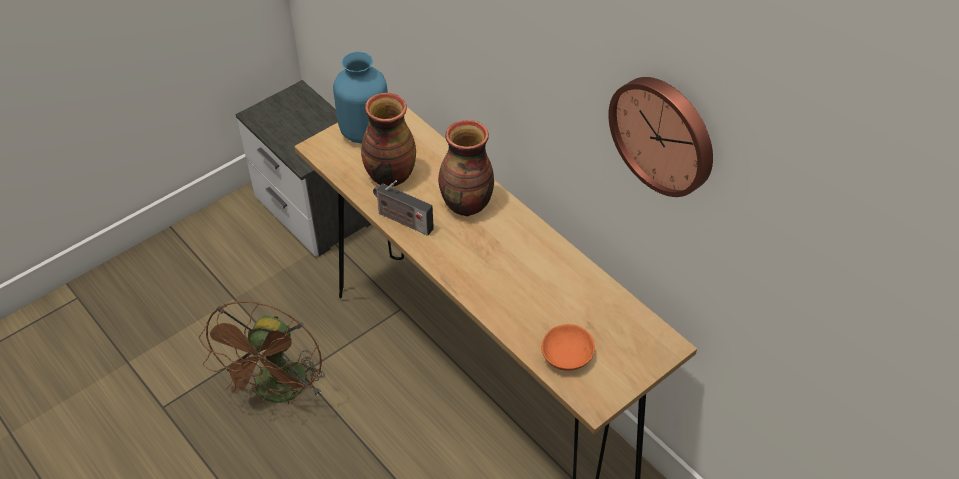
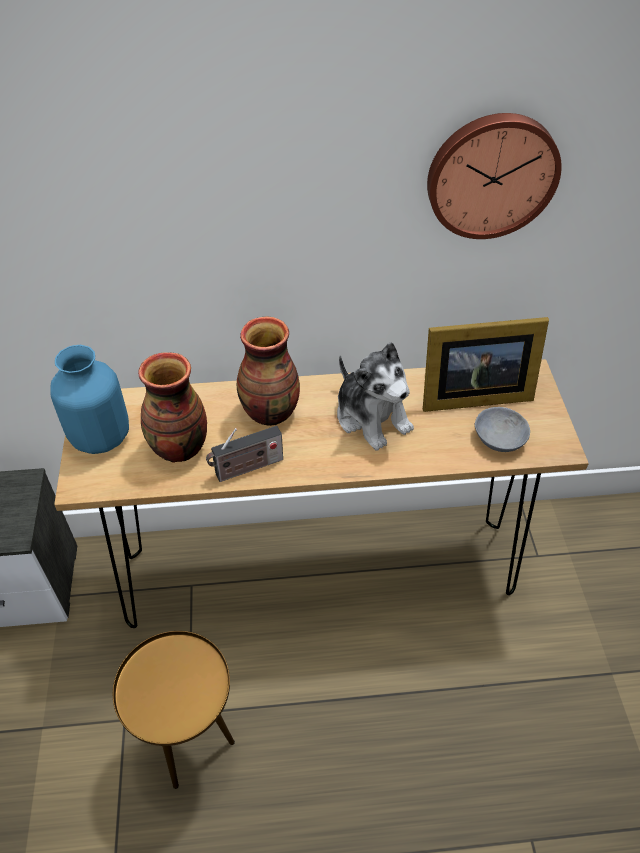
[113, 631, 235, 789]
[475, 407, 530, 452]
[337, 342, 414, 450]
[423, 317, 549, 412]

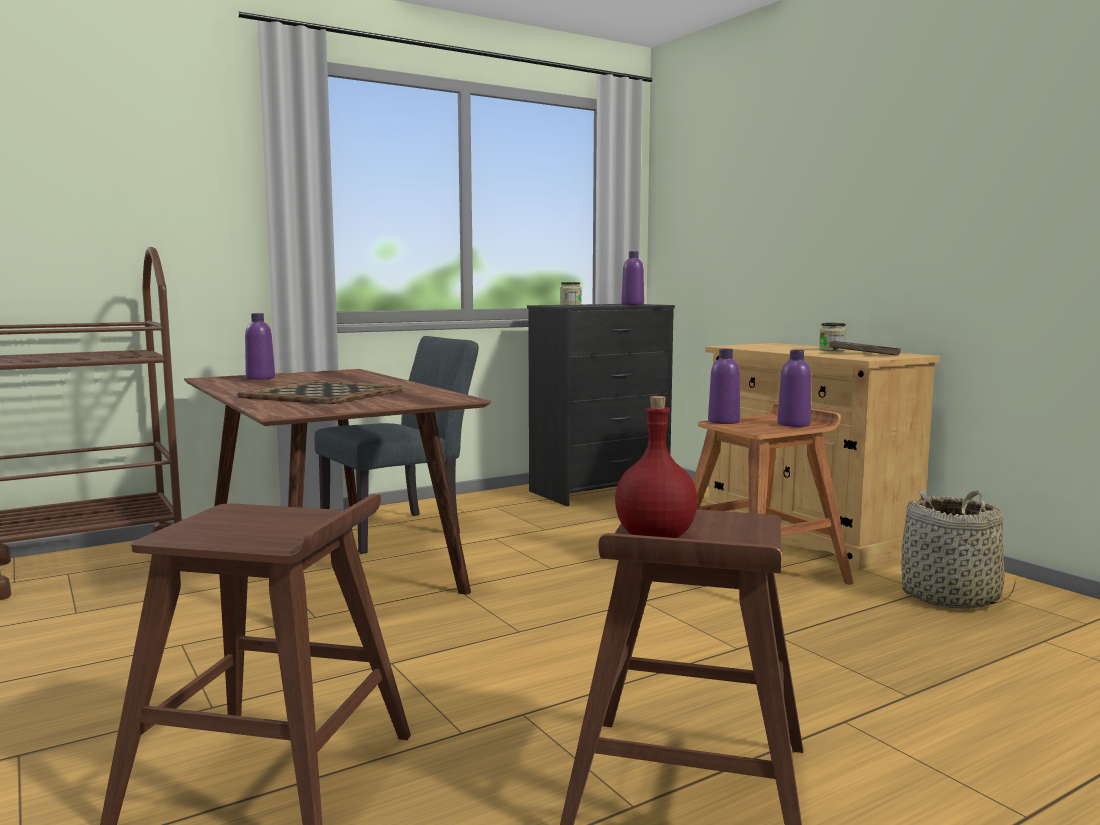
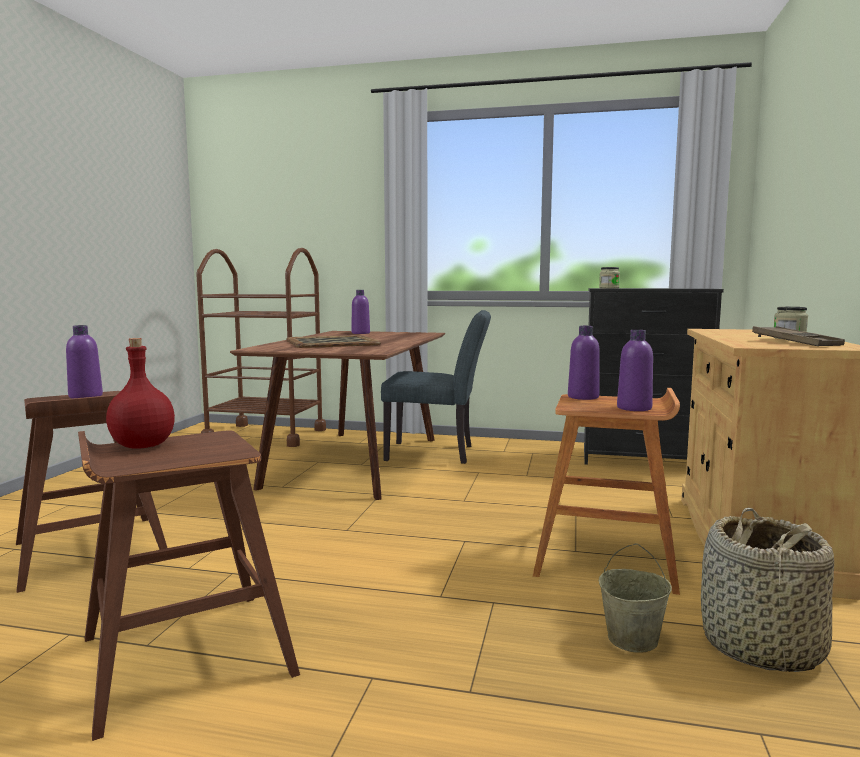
[66, 325, 103, 399]
[599, 543, 672, 652]

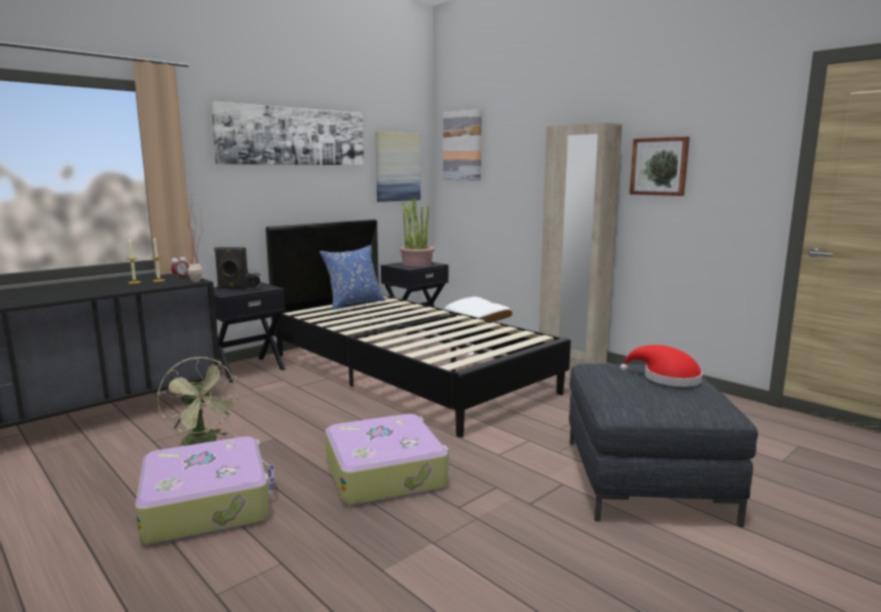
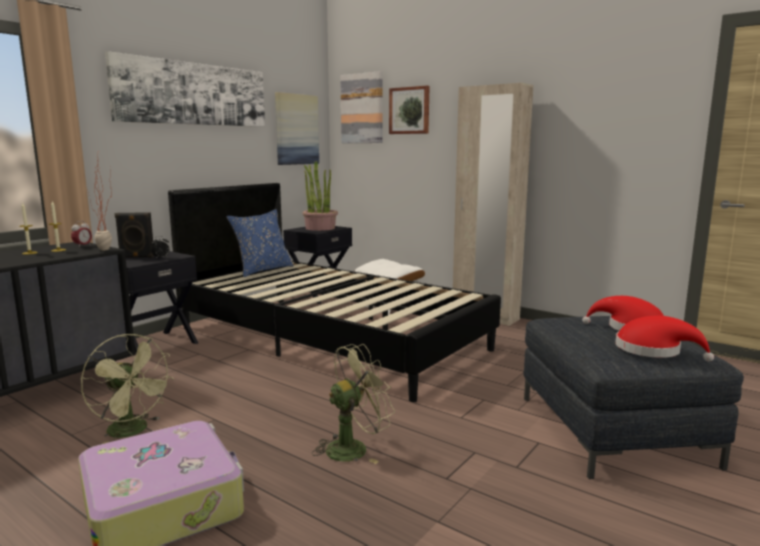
[312, 344, 395, 464]
[389, 86, 430, 134]
[615, 316, 714, 362]

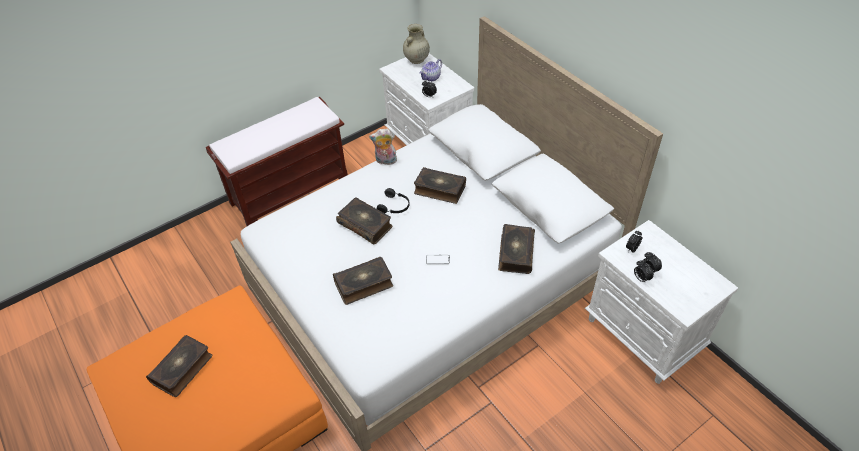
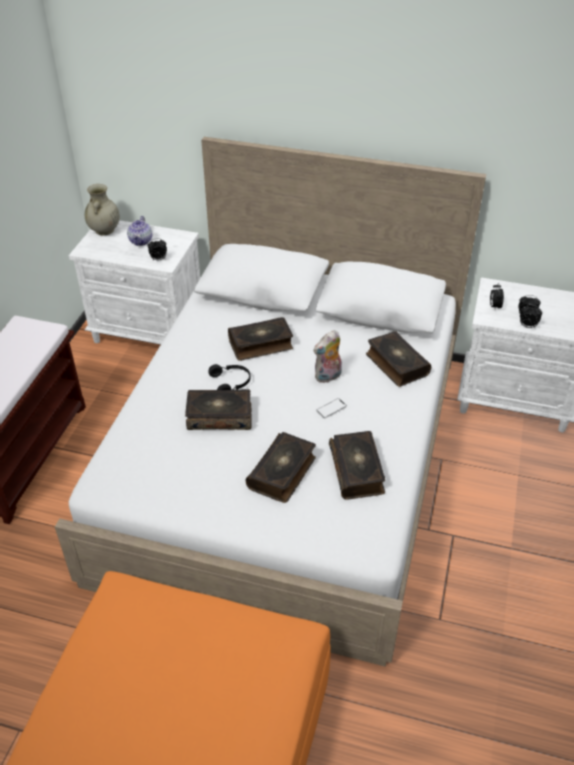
[329, 431, 385, 500]
[313, 330, 342, 383]

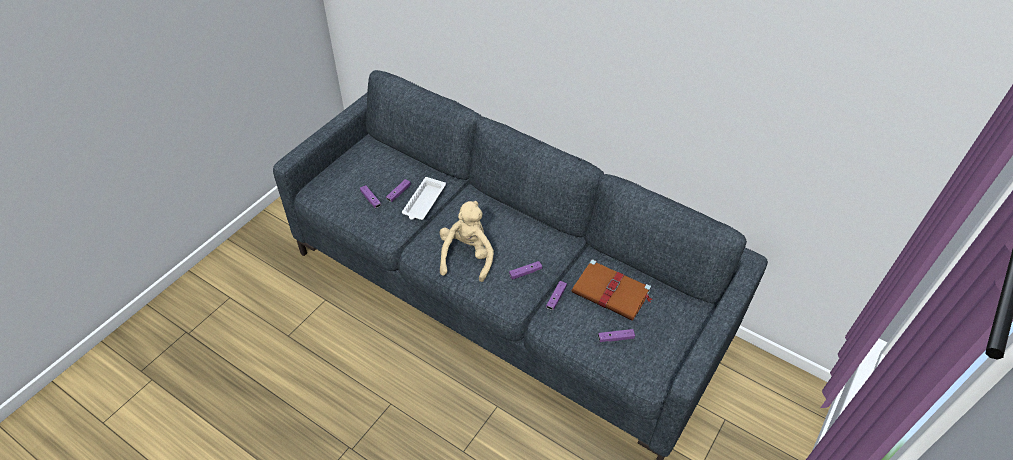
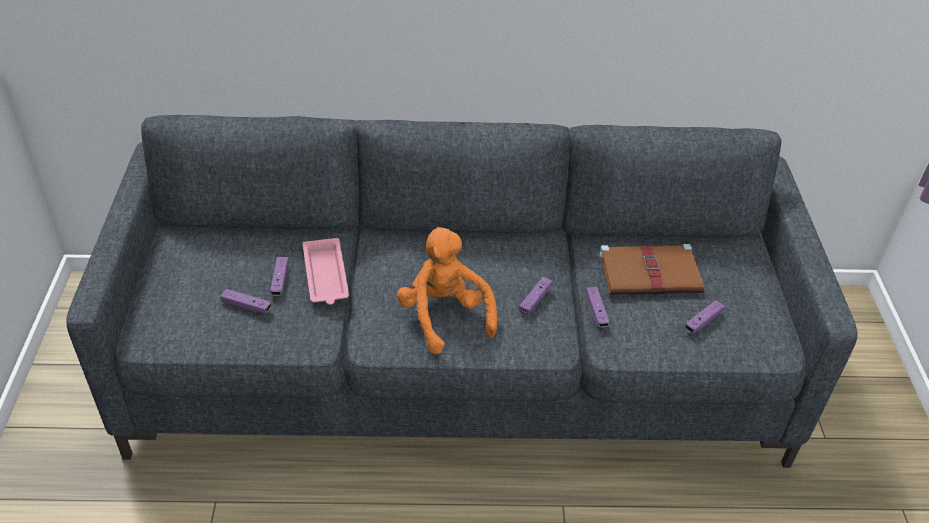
[303, 238, 349, 305]
[397, 227, 497, 354]

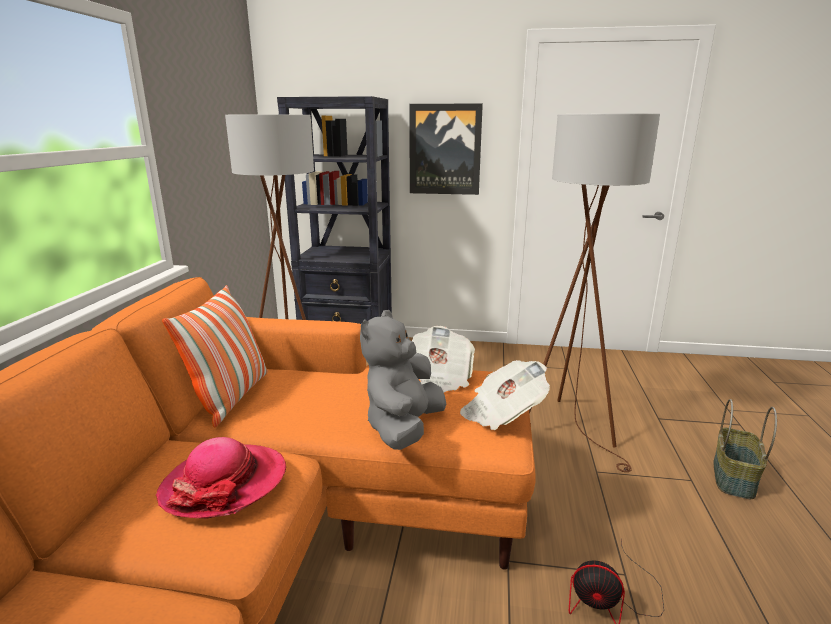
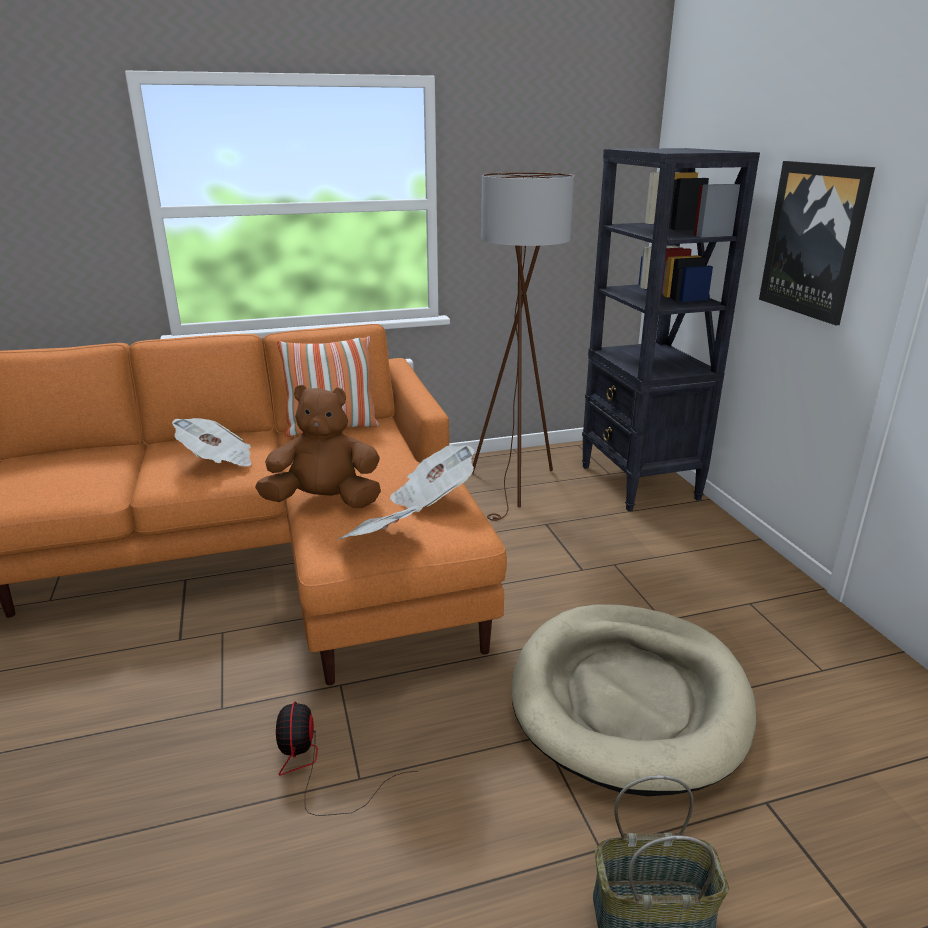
[172, 418, 251, 467]
[255, 385, 381, 508]
[511, 604, 756, 796]

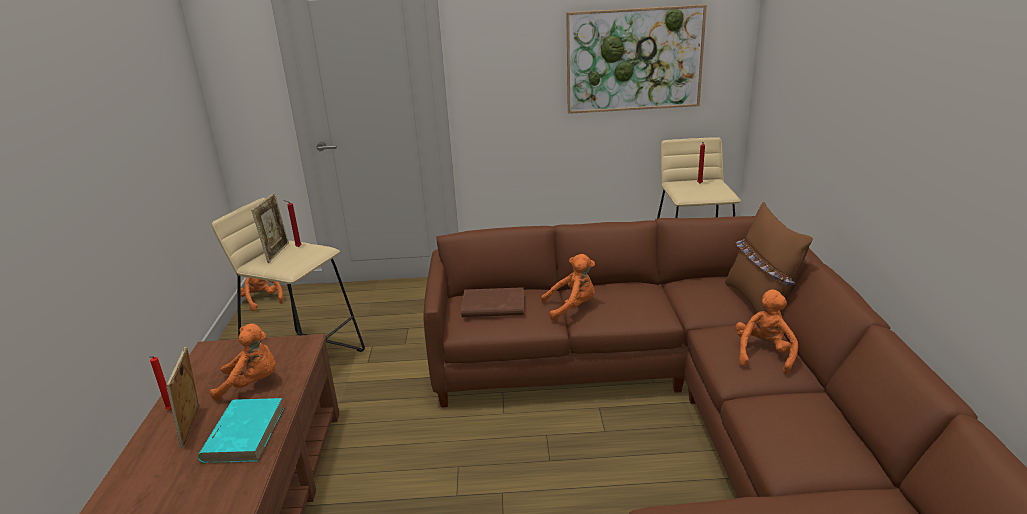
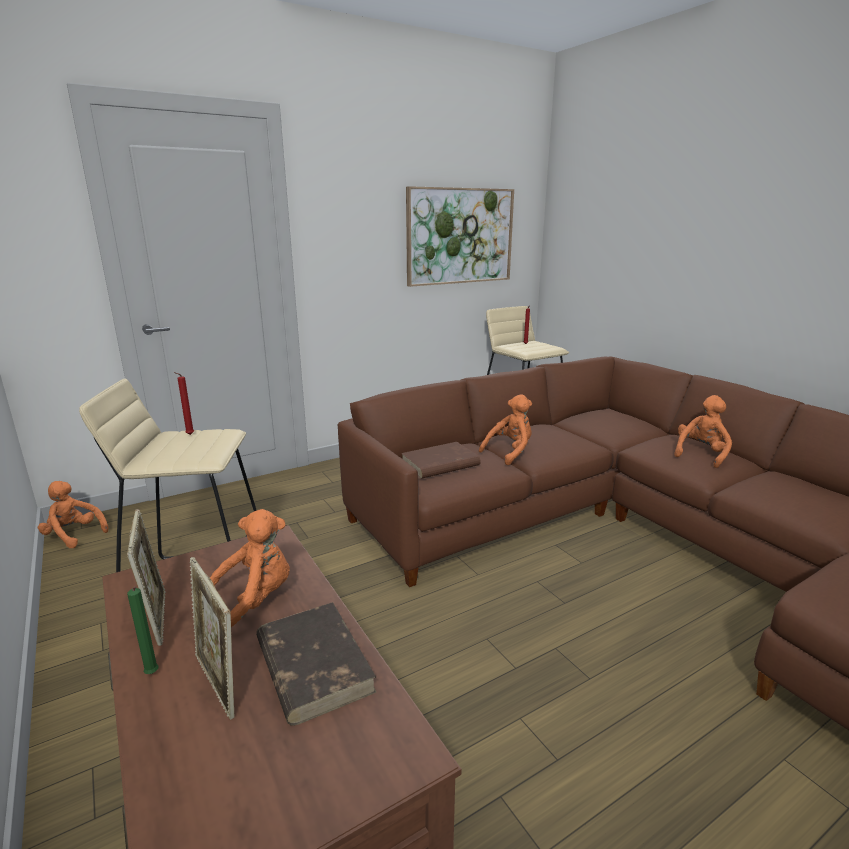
[127, 586, 159, 674]
[256, 602, 377, 726]
[127, 509, 166, 646]
[725, 202, 813, 314] (first image)
[674, 395, 732, 468]

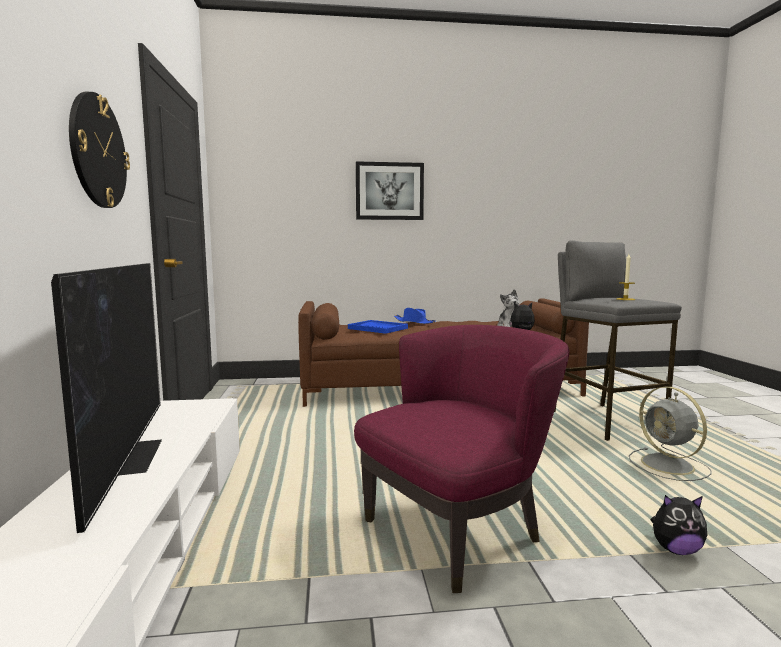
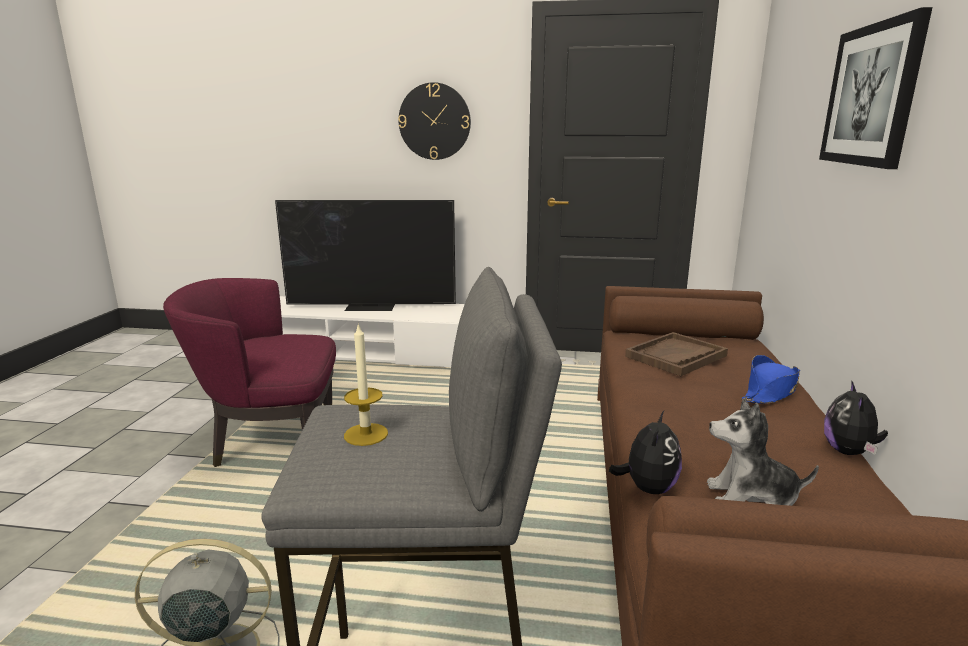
[625, 332, 728, 376]
[163, 278, 336, 467]
[824, 380, 888, 455]

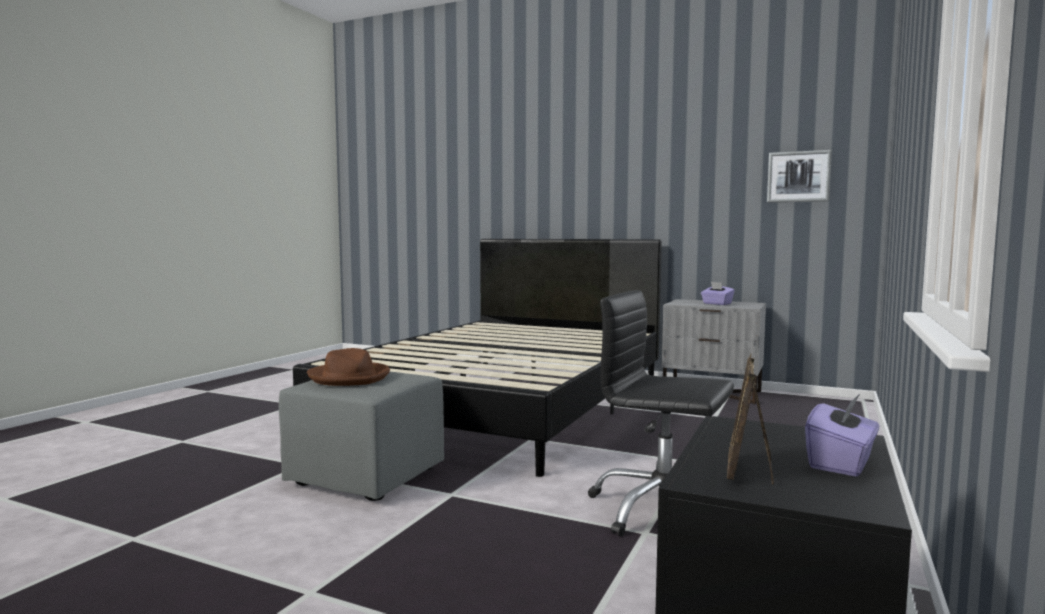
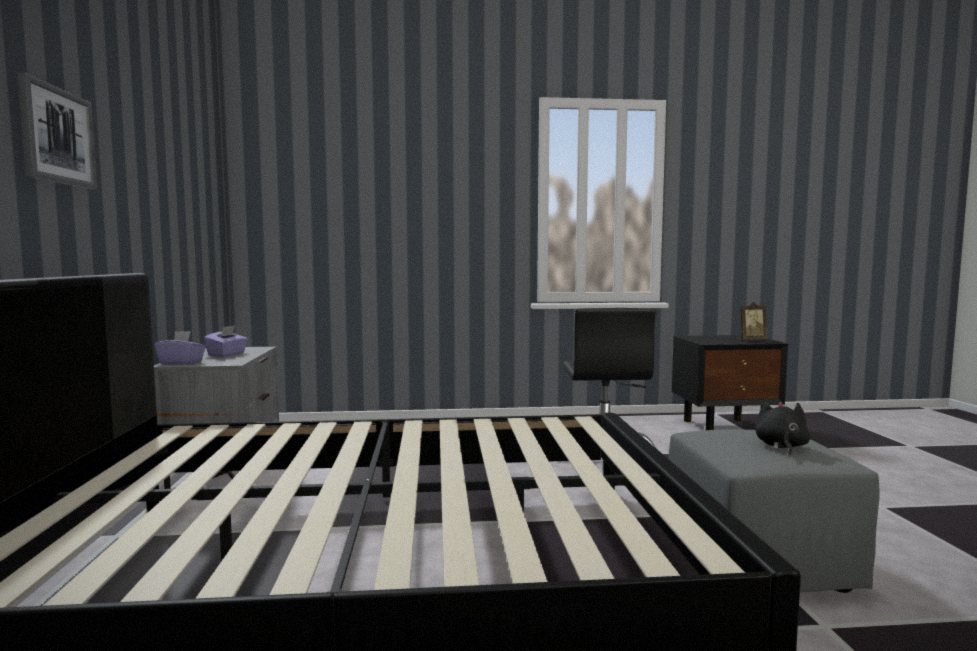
[756, 401, 810, 455]
[17, 72, 97, 189]
[154, 331, 206, 365]

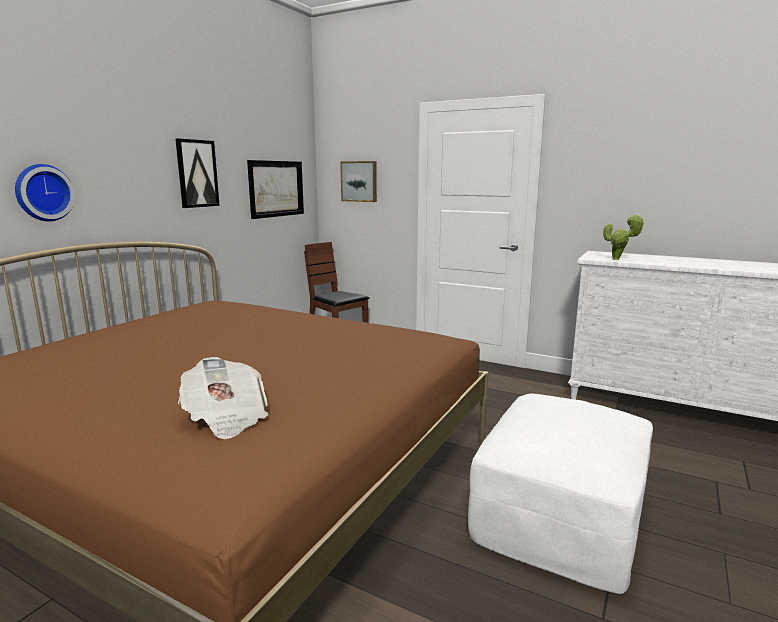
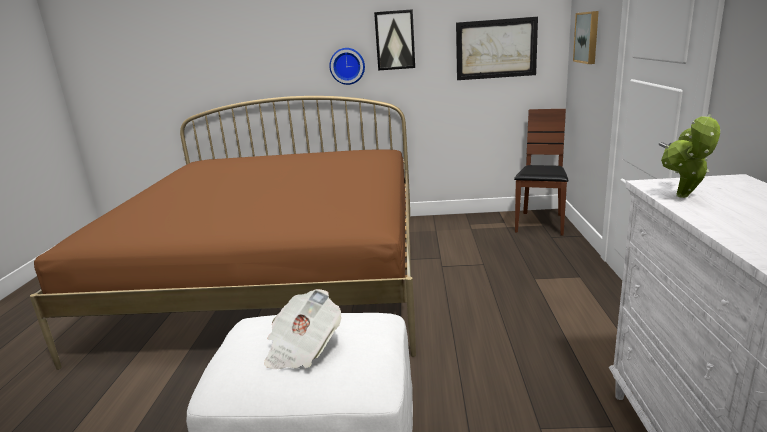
[329, 48, 365, 85]
[264, 289, 341, 369]

